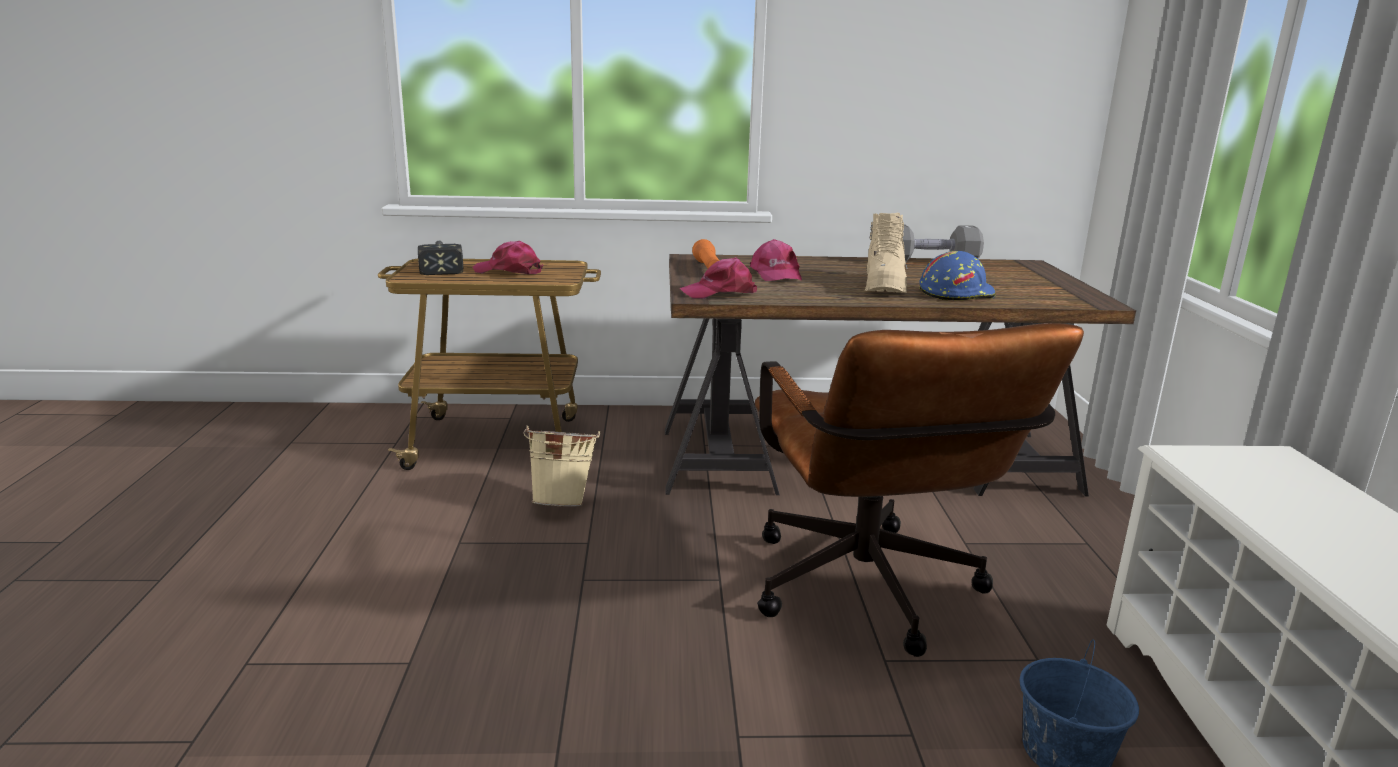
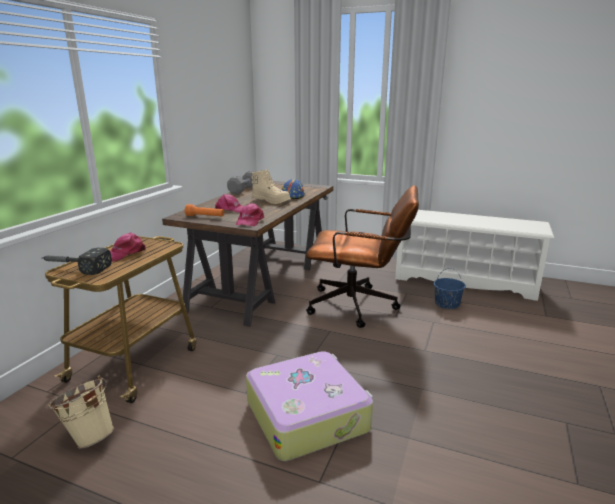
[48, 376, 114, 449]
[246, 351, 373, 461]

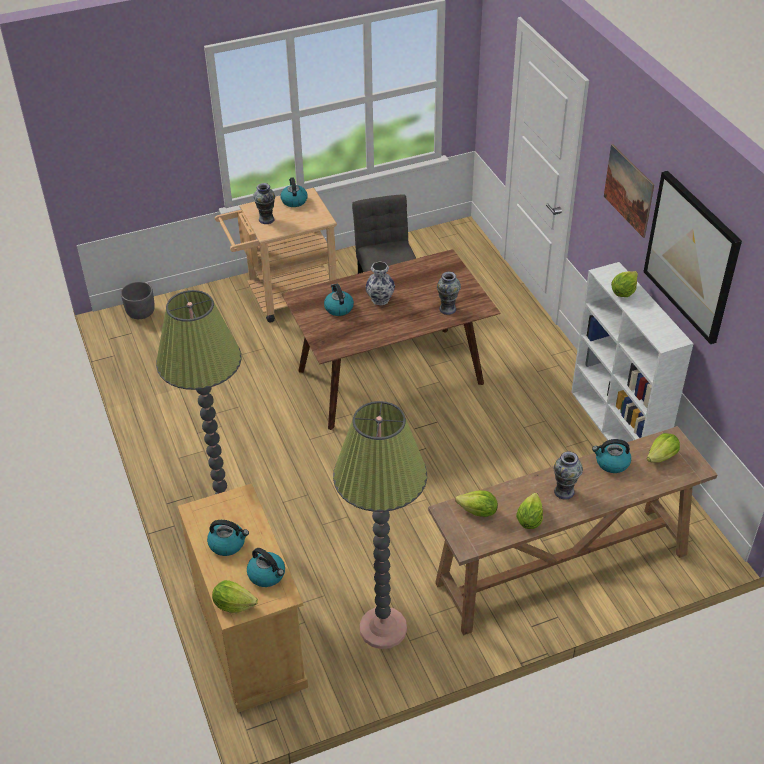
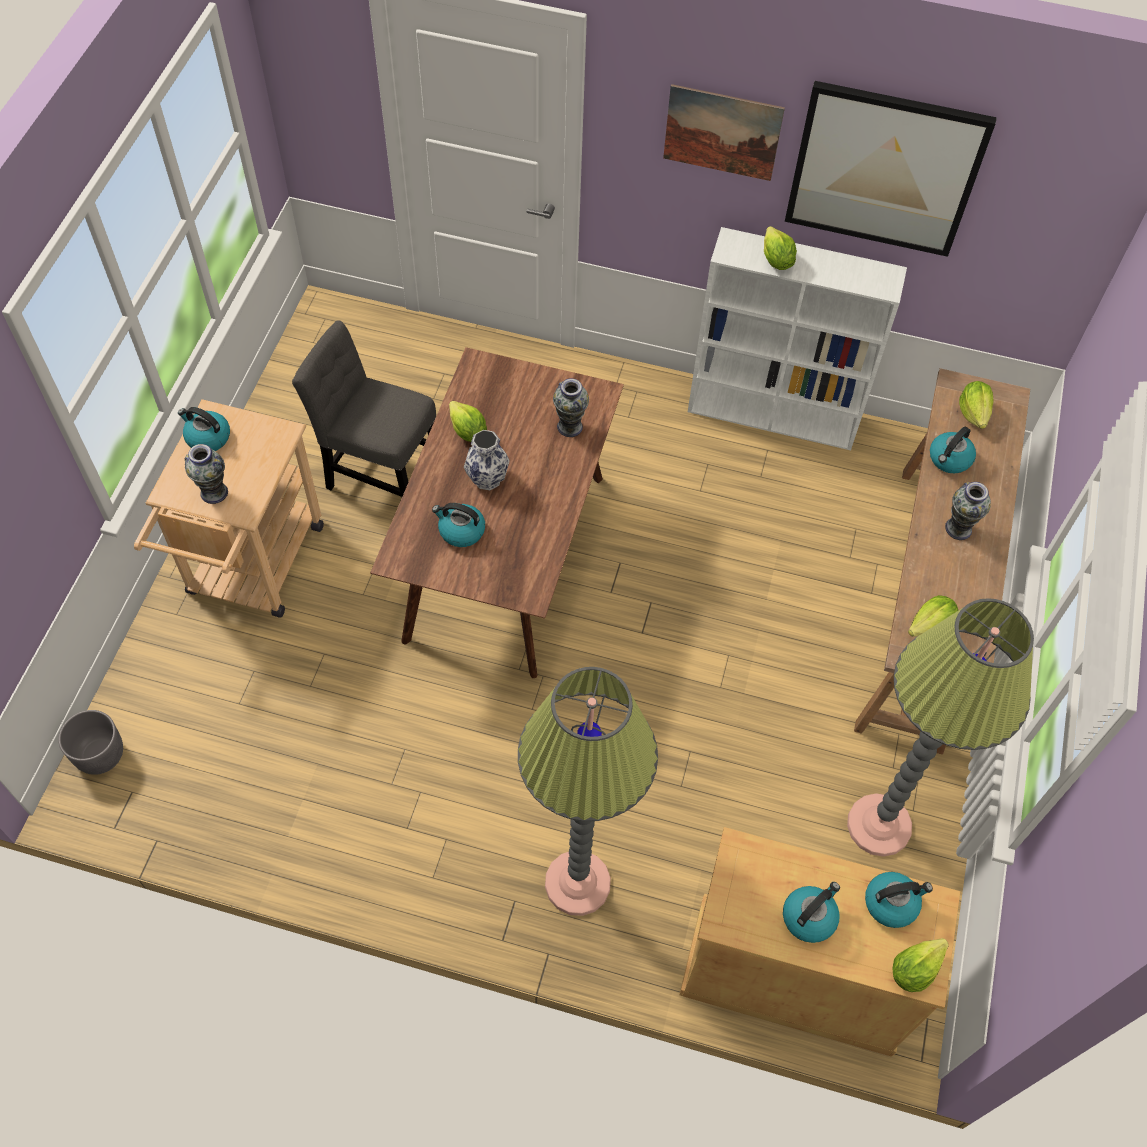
[449, 401, 487, 442]

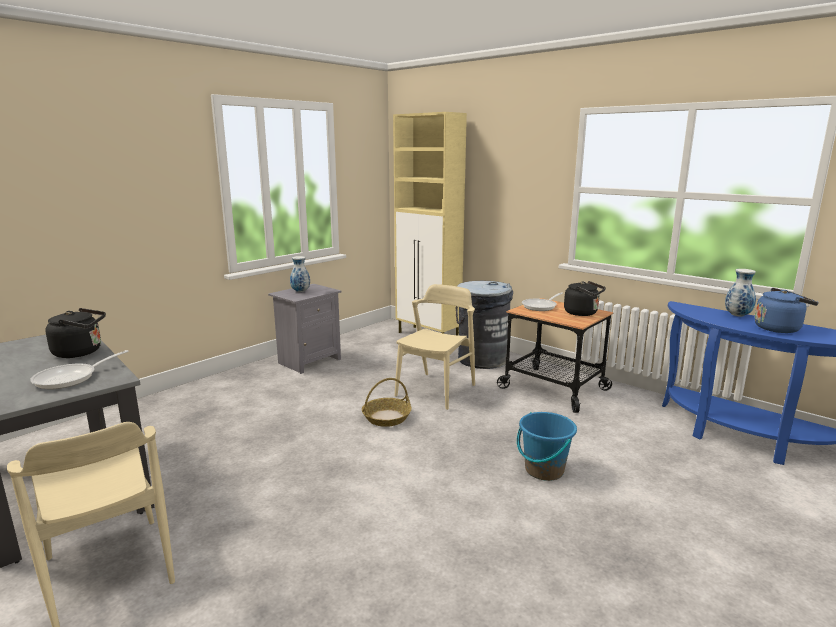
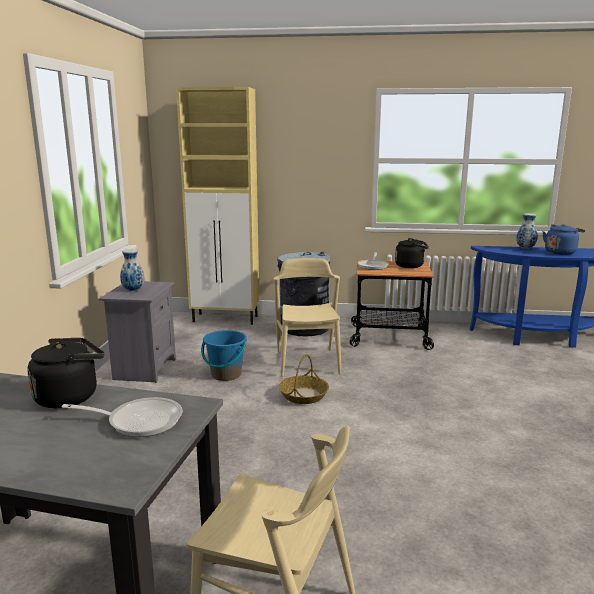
[62, 397, 183, 437]
[201, 330, 247, 381]

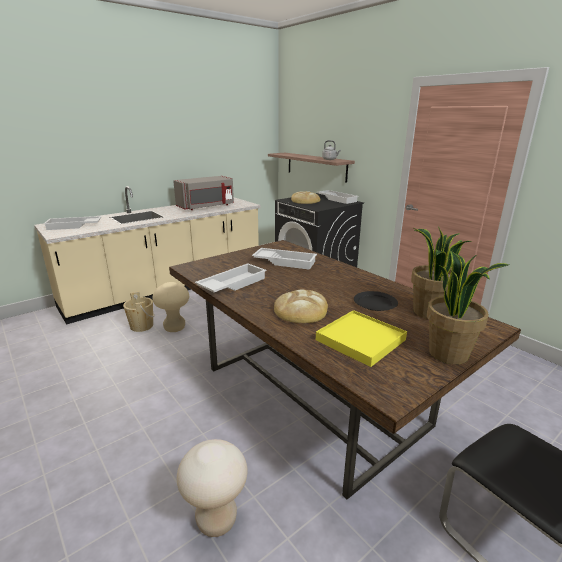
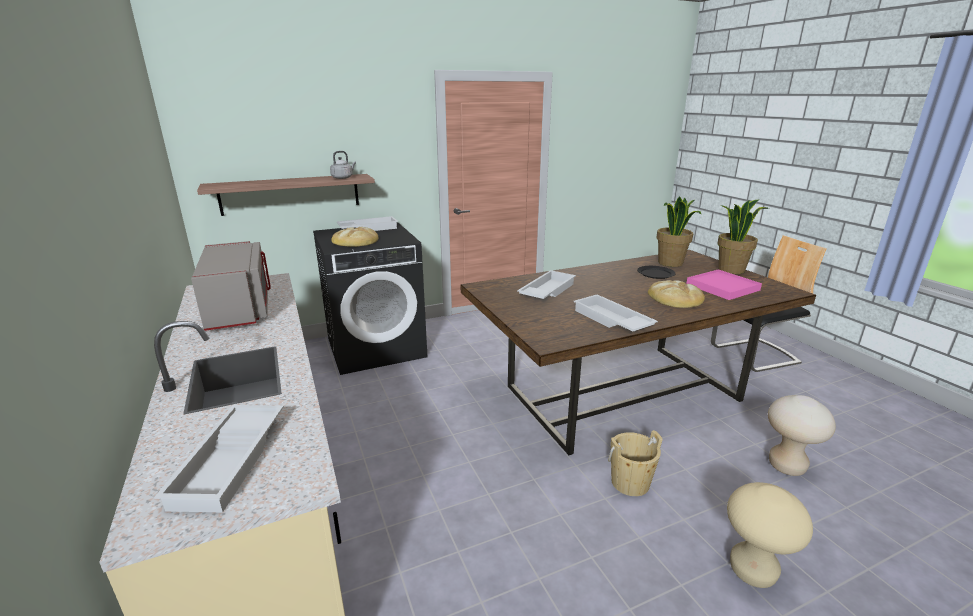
[608, 430, 663, 496]
[727, 482, 813, 588]
[686, 269, 762, 300]

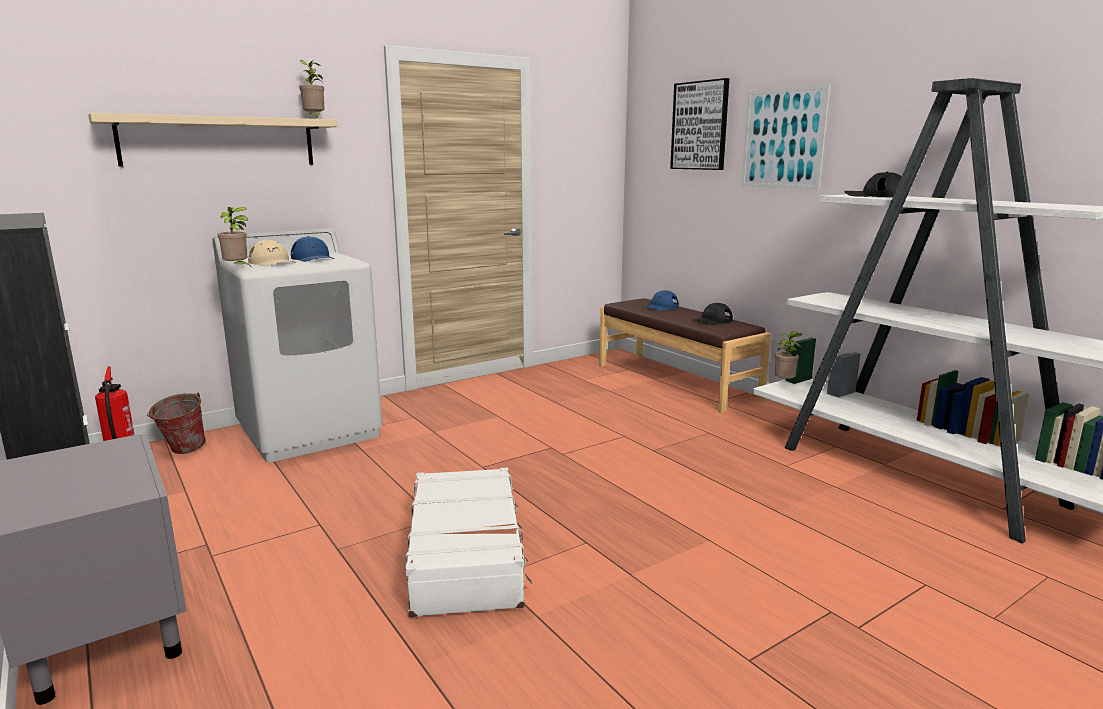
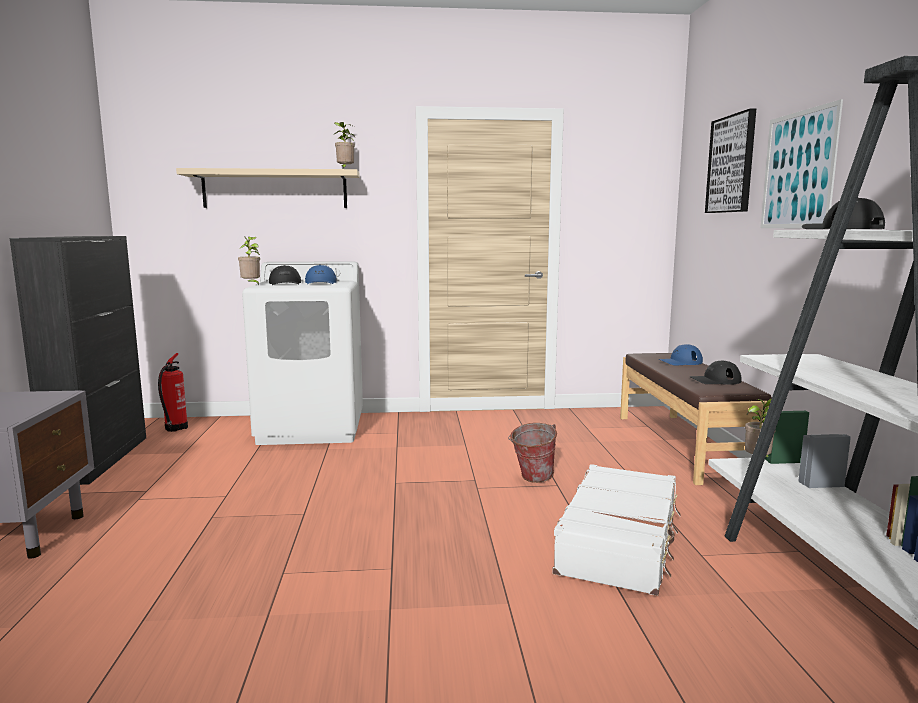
[508, 423, 557, 483]
[269, 265, 301, 285]
[552, 464, 681, 596]

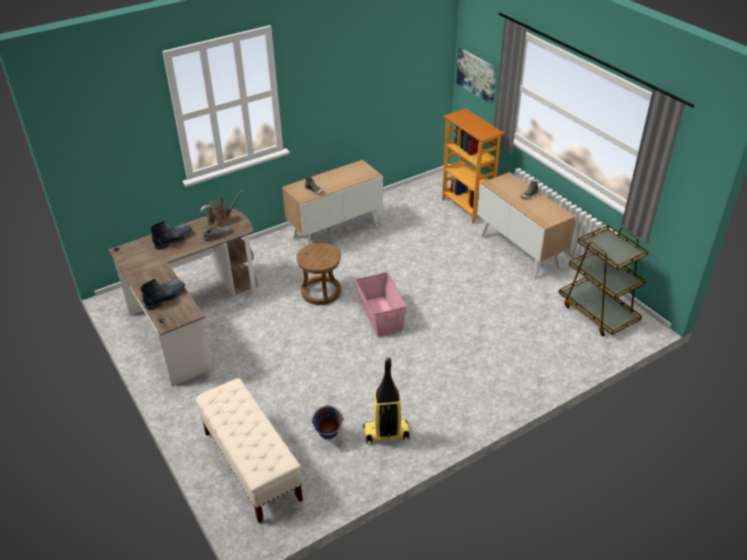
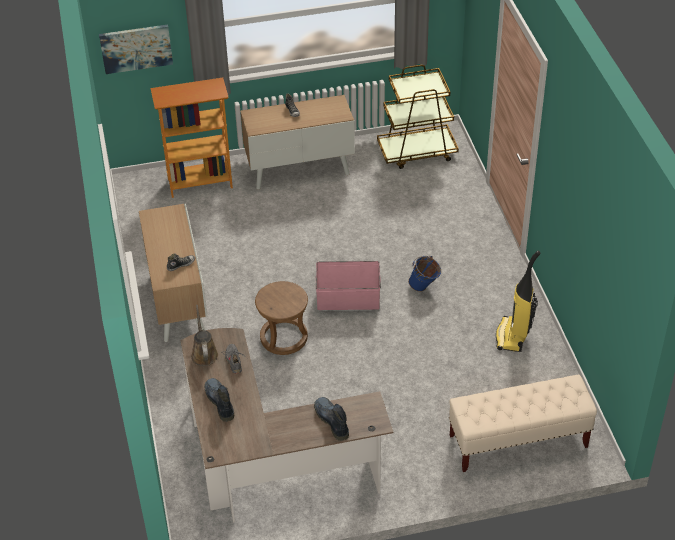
[408, 256, 441, 292]

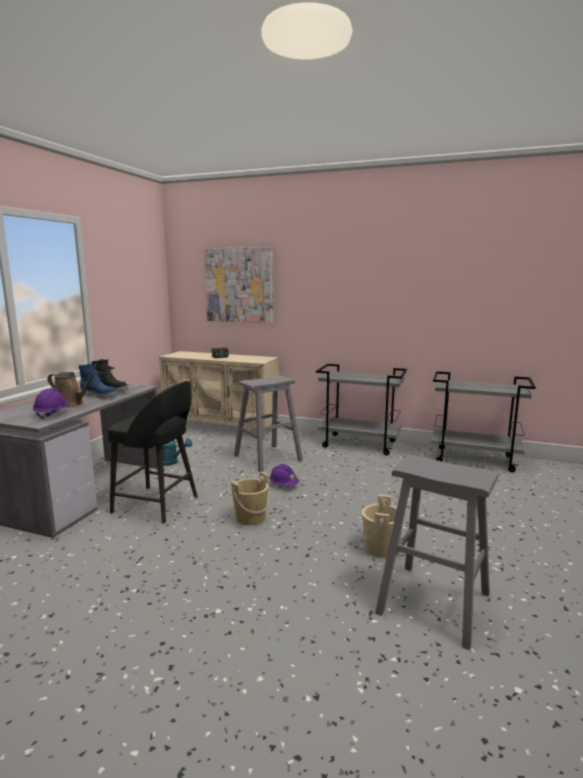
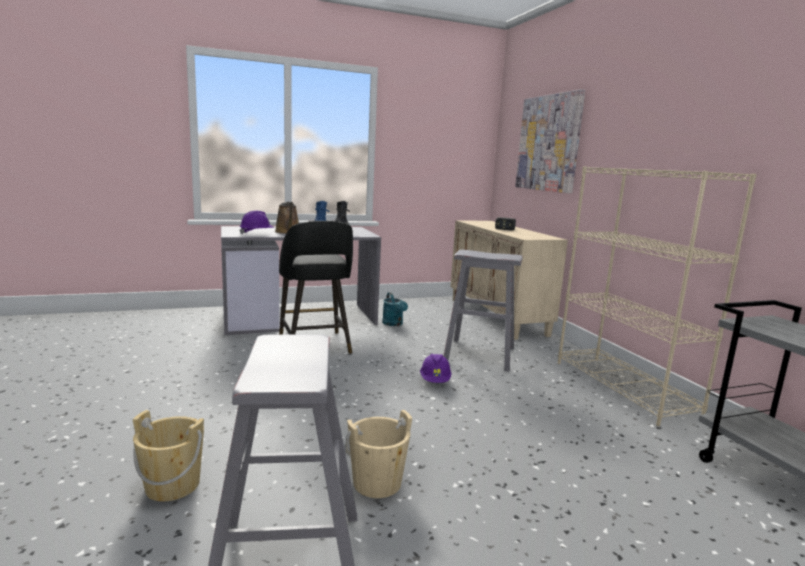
[133, 410, 204, 501]
[558, 166, 757, 426]

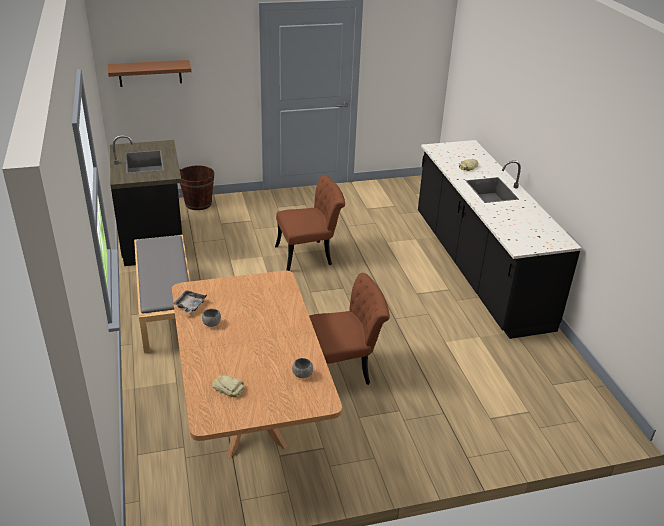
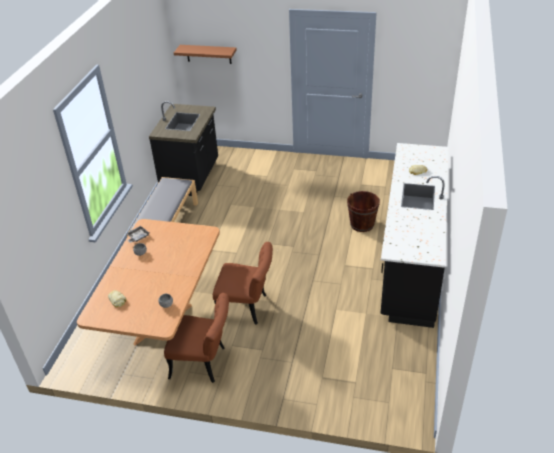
[347, 191, 380, 232]
[164, 293, 229, 383]

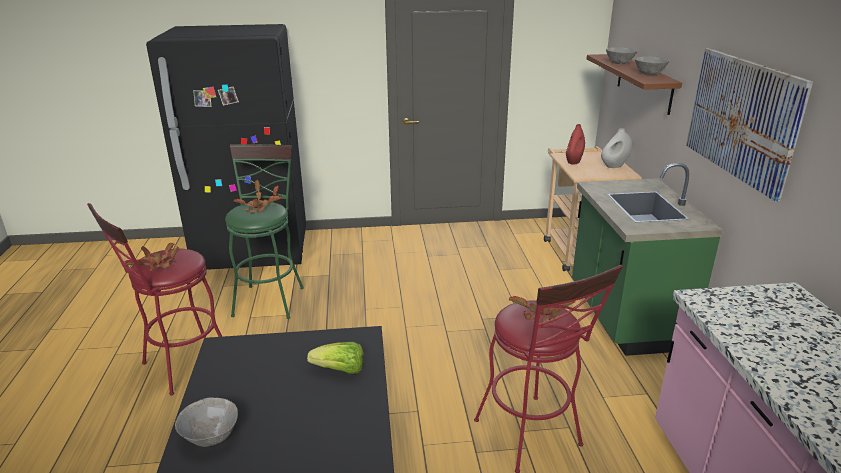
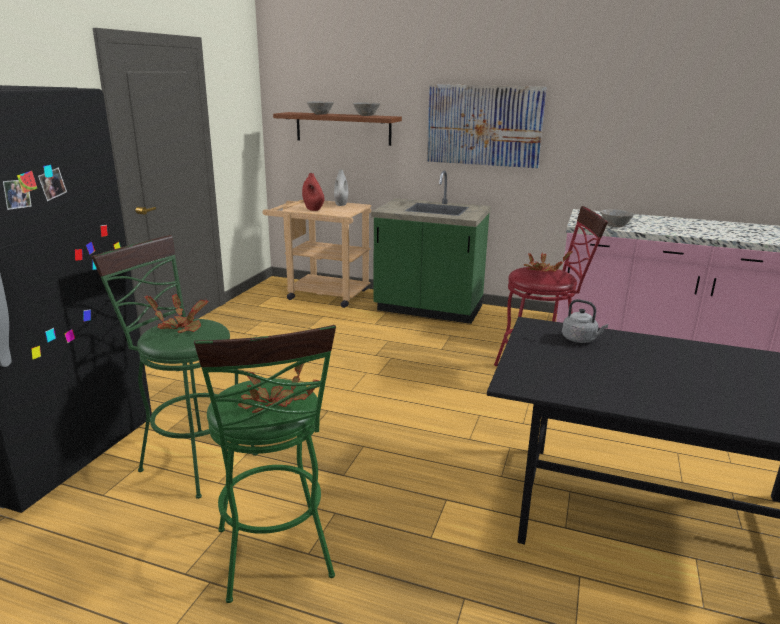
[194, 325, 336, 603]
[600, 209, 634, 227]
[562, 299, 608, 343]

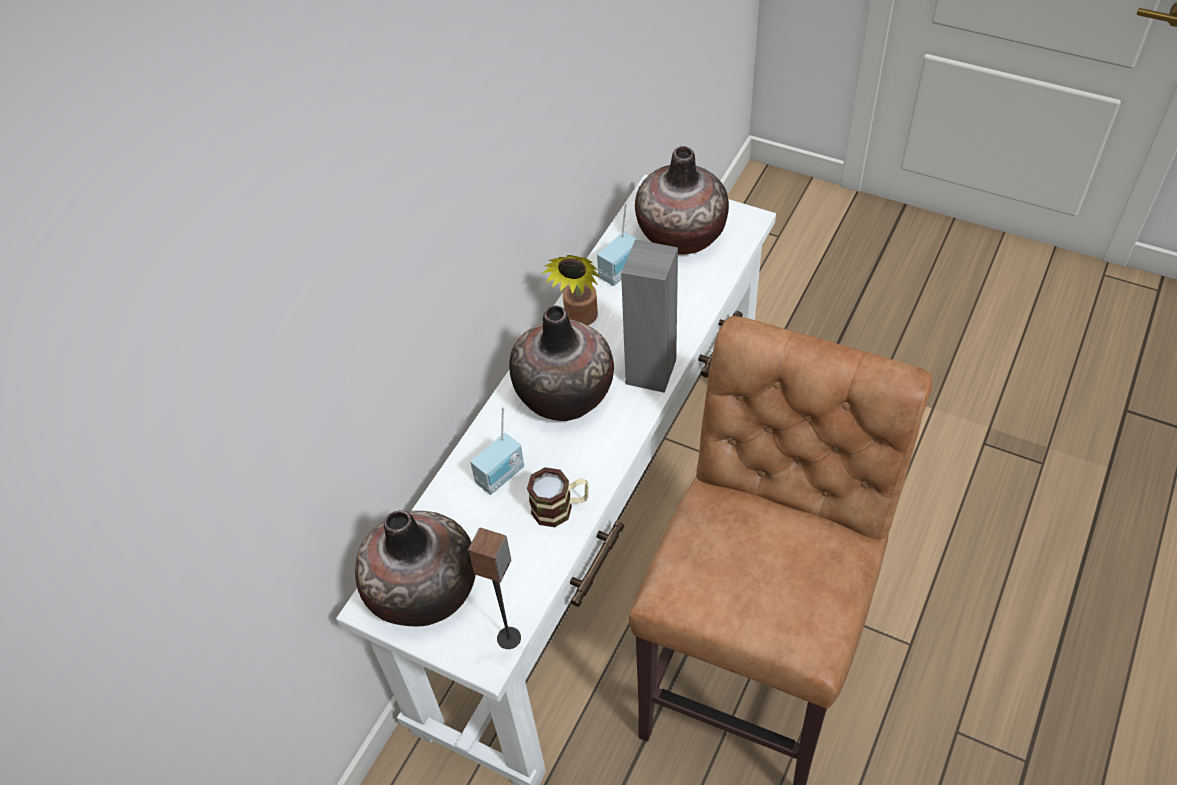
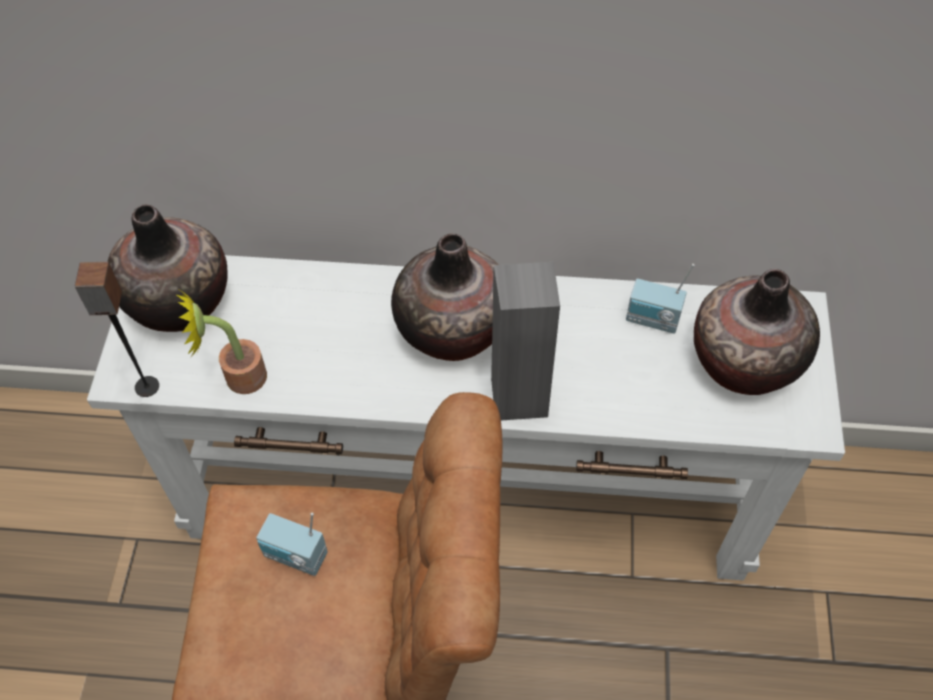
[256, 512, 328, 576]
[527, 467, 589, 527] (first image)
[177, 288, 267, 394]

